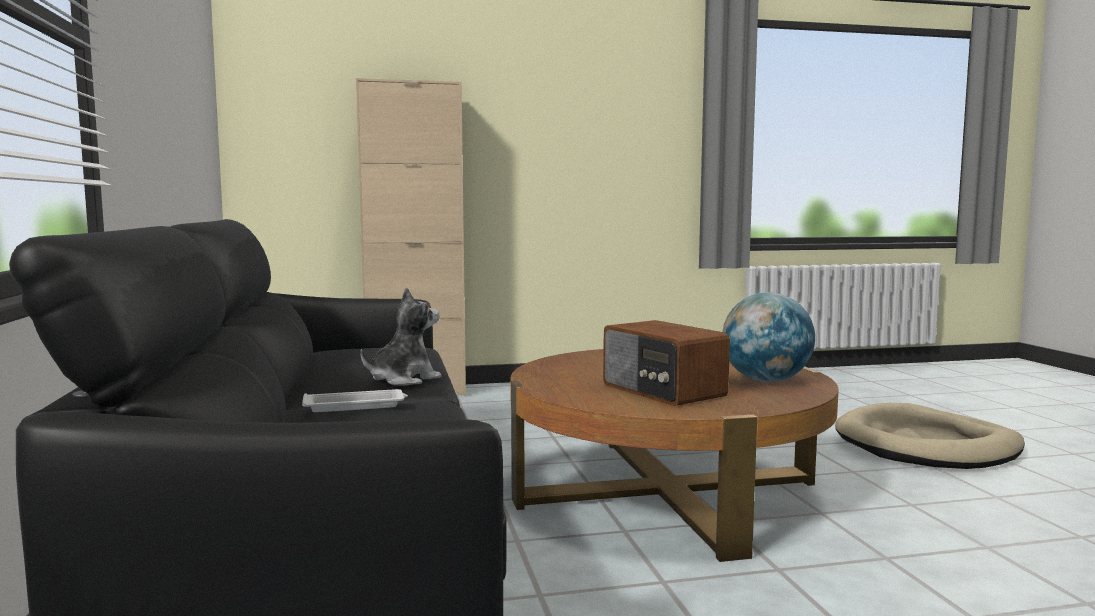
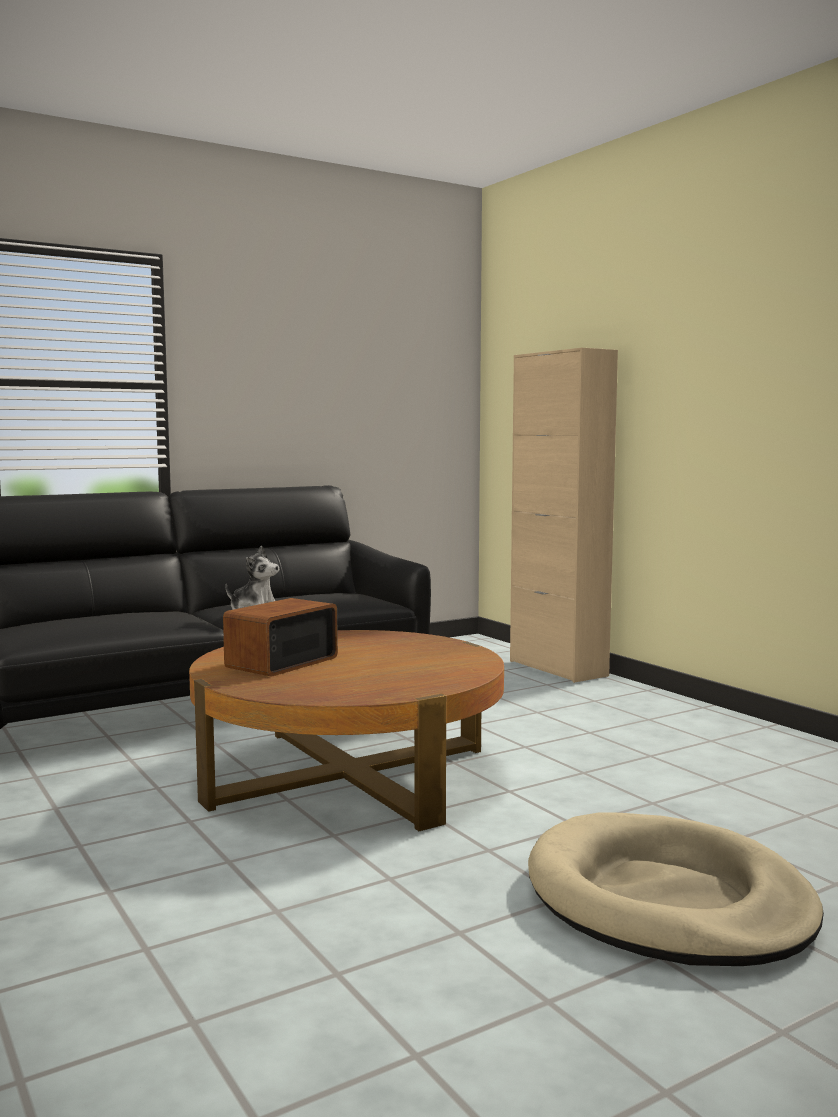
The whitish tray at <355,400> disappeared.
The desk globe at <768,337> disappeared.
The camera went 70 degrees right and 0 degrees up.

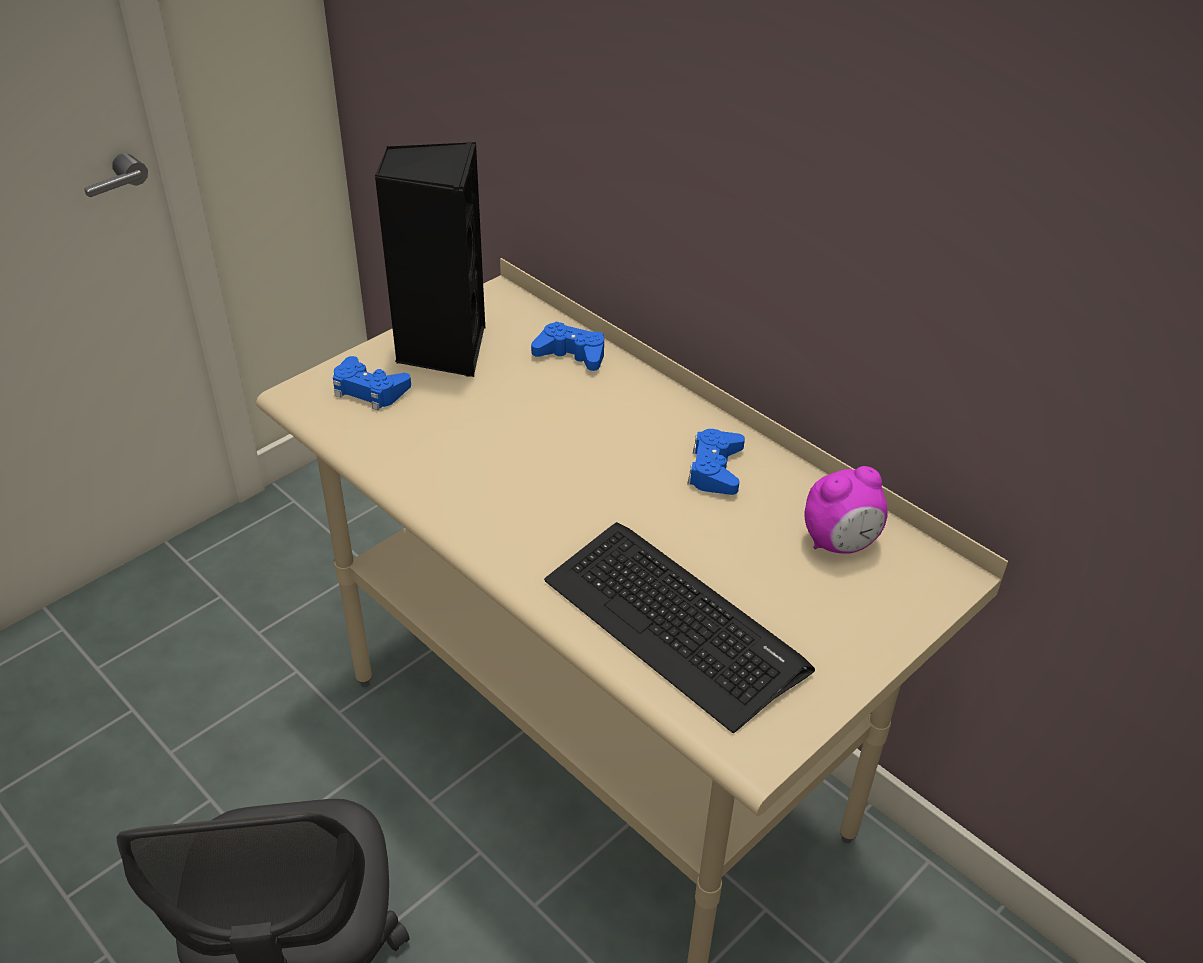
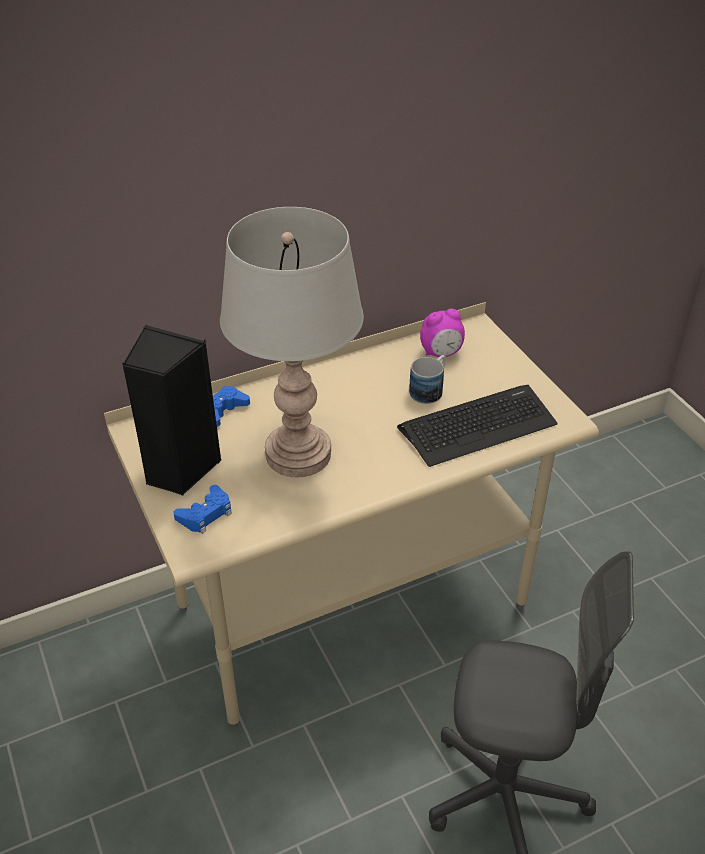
The blue-coloured game controller at <716,462> disappeared.
The table clock at <846,510> turned 75 degrees clockwise.
The greyish tabletop lamp at <292,342> appeared.
The mug at <427,379> appeared.
The camera went 70 degrees left and 0 degrees up.

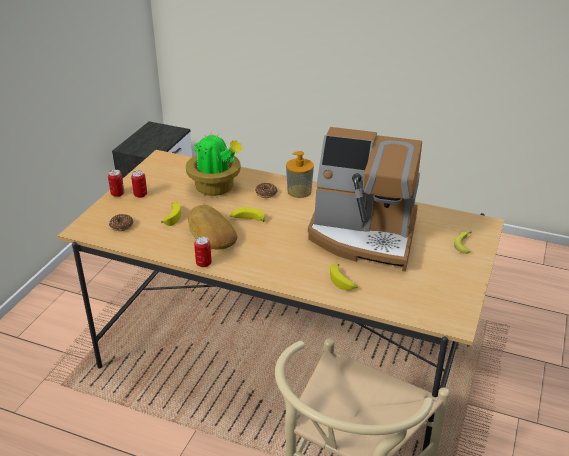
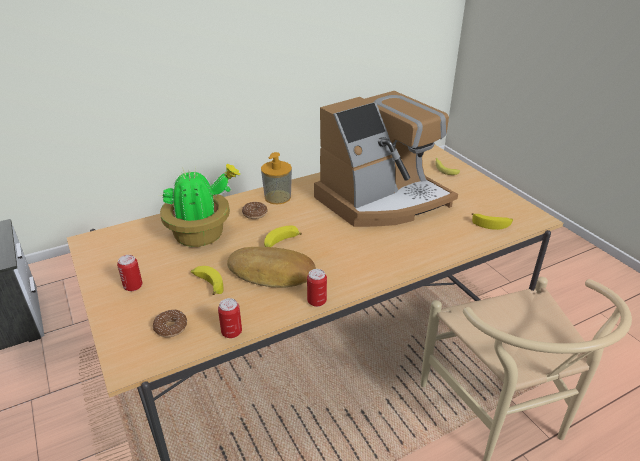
The can moved from <116,183> to <230,318>.
The banana moved from <343,277> to <492,221>.
The camera went 50 degrees left and 0 degrees up.

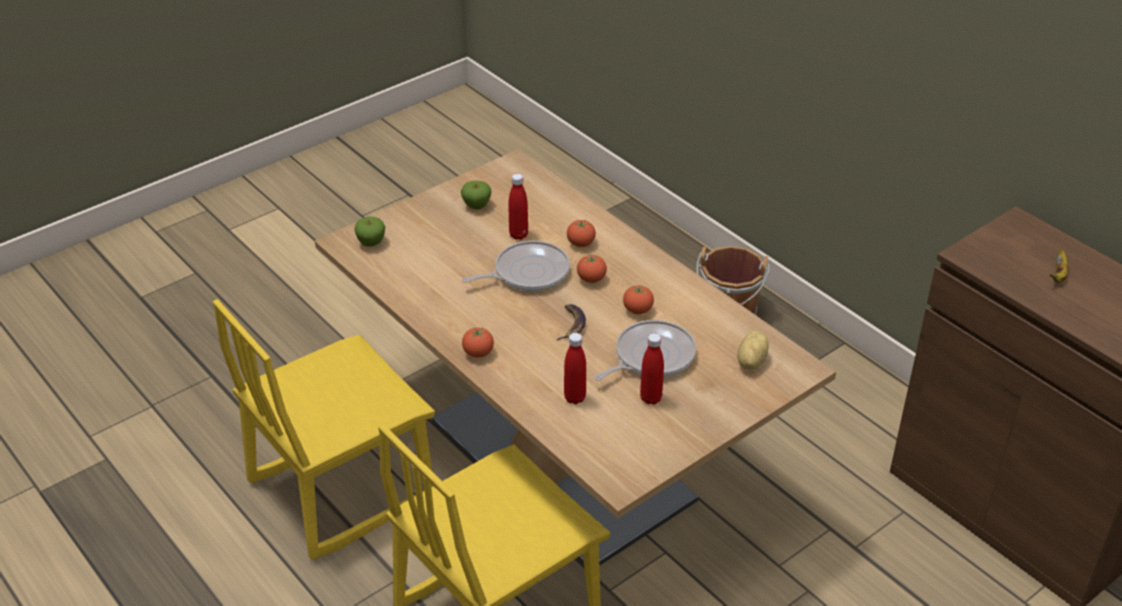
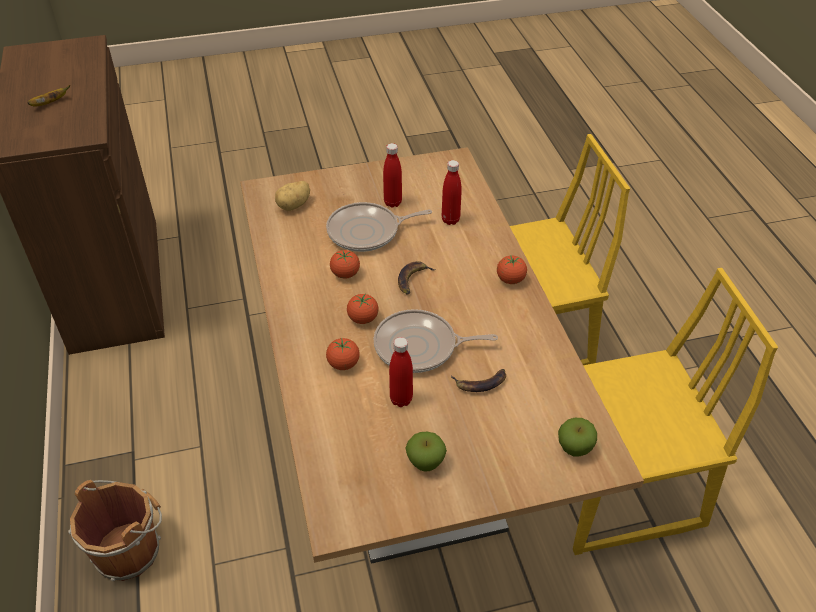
The banana at <478,380> appeared.
The camera went 155 degrees left and 5 degrees up.

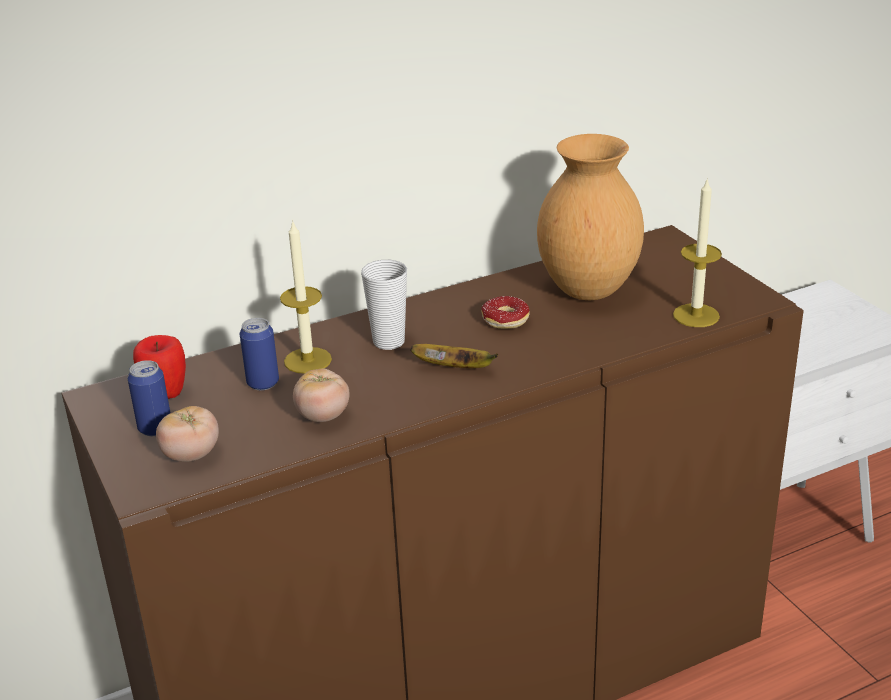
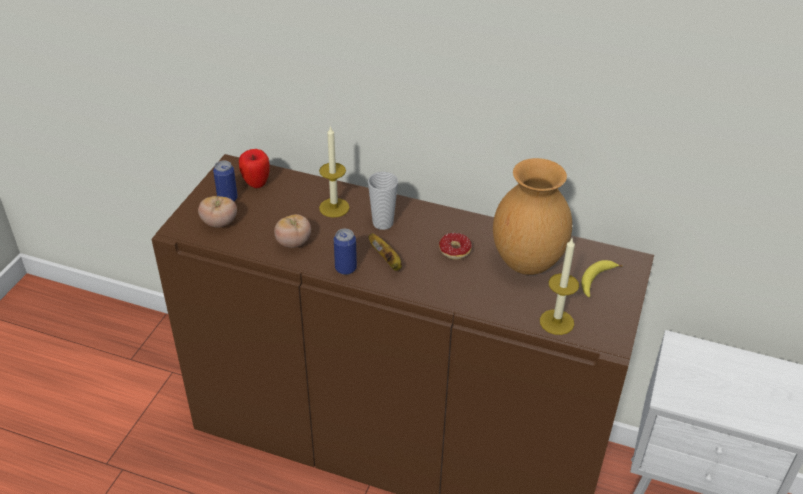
The can moved from <259,354> to <345,252>.
The banana at <601,278> appeared.
The camera went 45 degrees right and 10 degrees up.

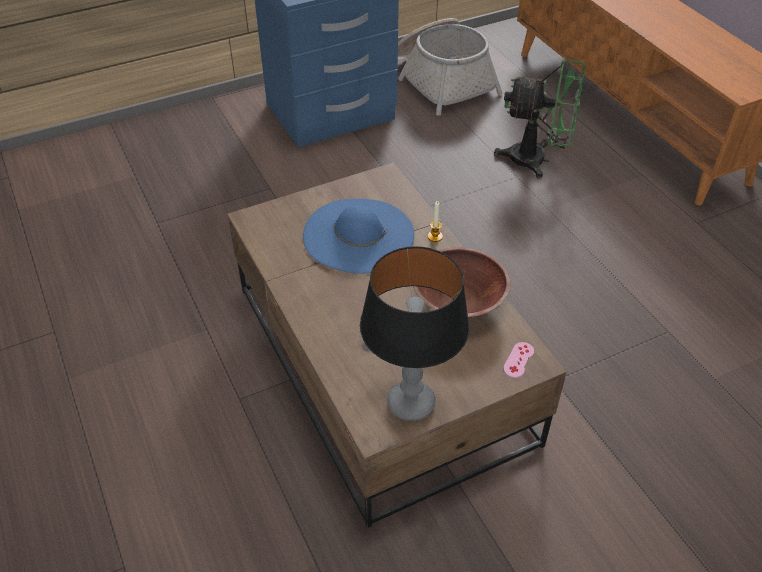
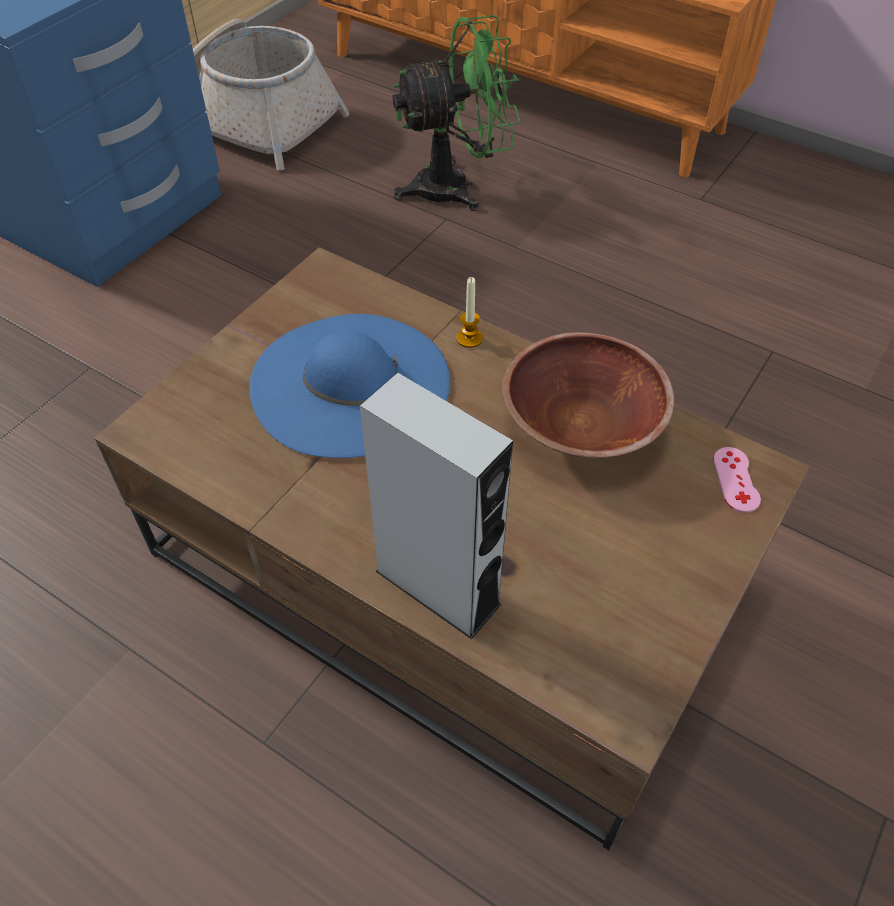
The tabletop lamp at <414,333> disappeared.
The greyish loudspeaker at <436,506> appeared.
The camera went 30 degrees left and 5 degrees up.

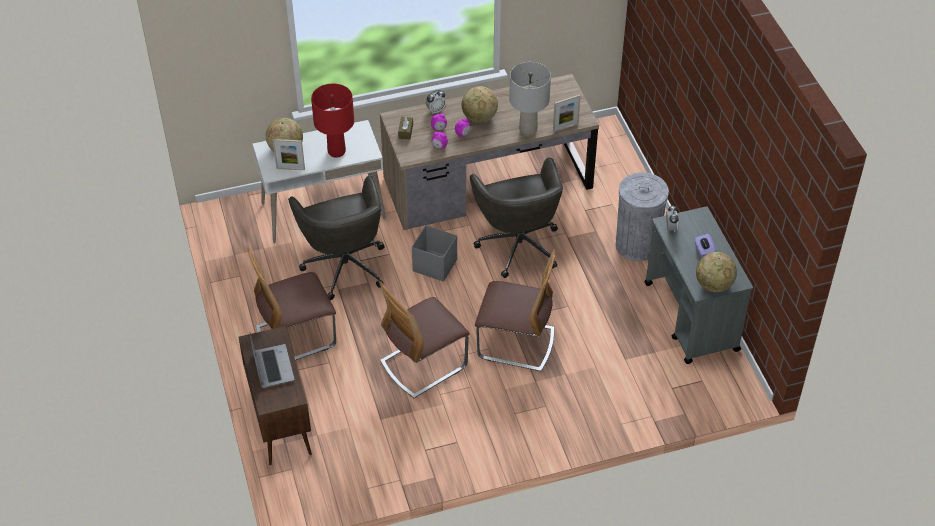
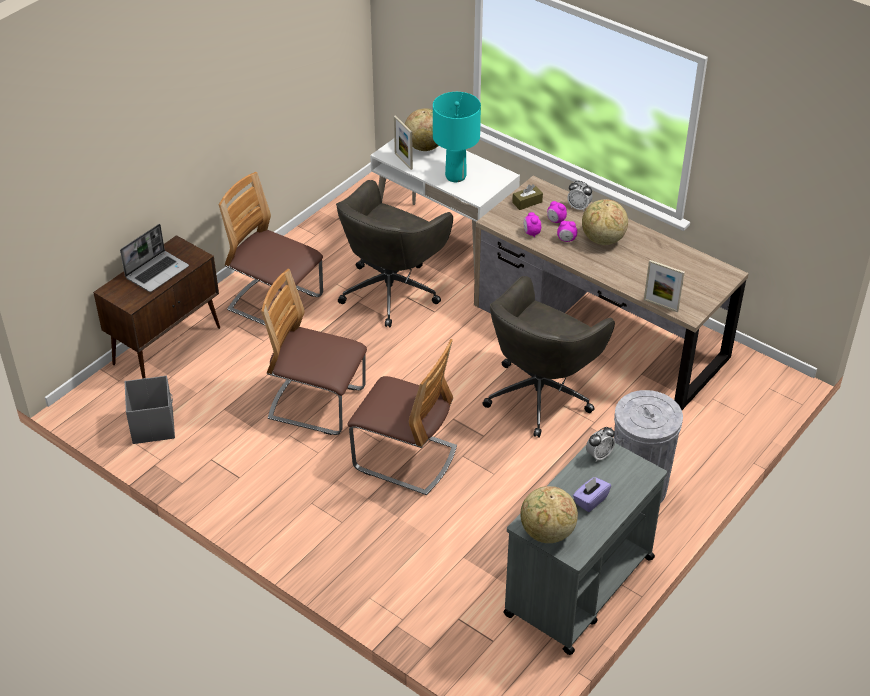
The red tabletop lamp at <332,121> became the blue-green tabletop lamp at <457,137>.
The greyish storage container moved from <434,253> to <150,410>.
The chair at <515,310> turned 45 degrees counterclockwise.
The greyish tabletop lamp at <530,99> disappeared.
The camera went 55 degrees right and 5 degrees down.

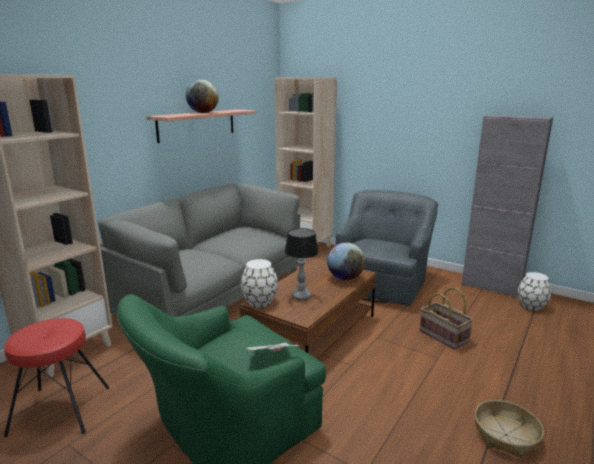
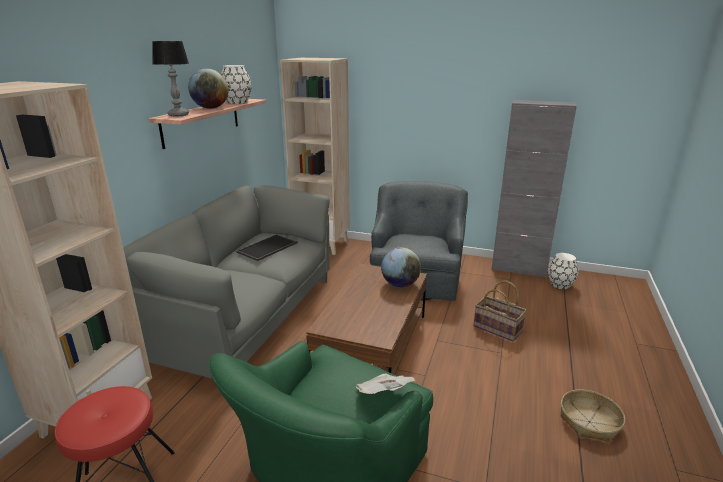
The whitish vase moved from <259,283> to <236,84>.
The tabletop lamp moved from <302,264> to <170,78>.
The tray at <267,247> appeared.
The camera went 15 degrees left and 5 degrees up.

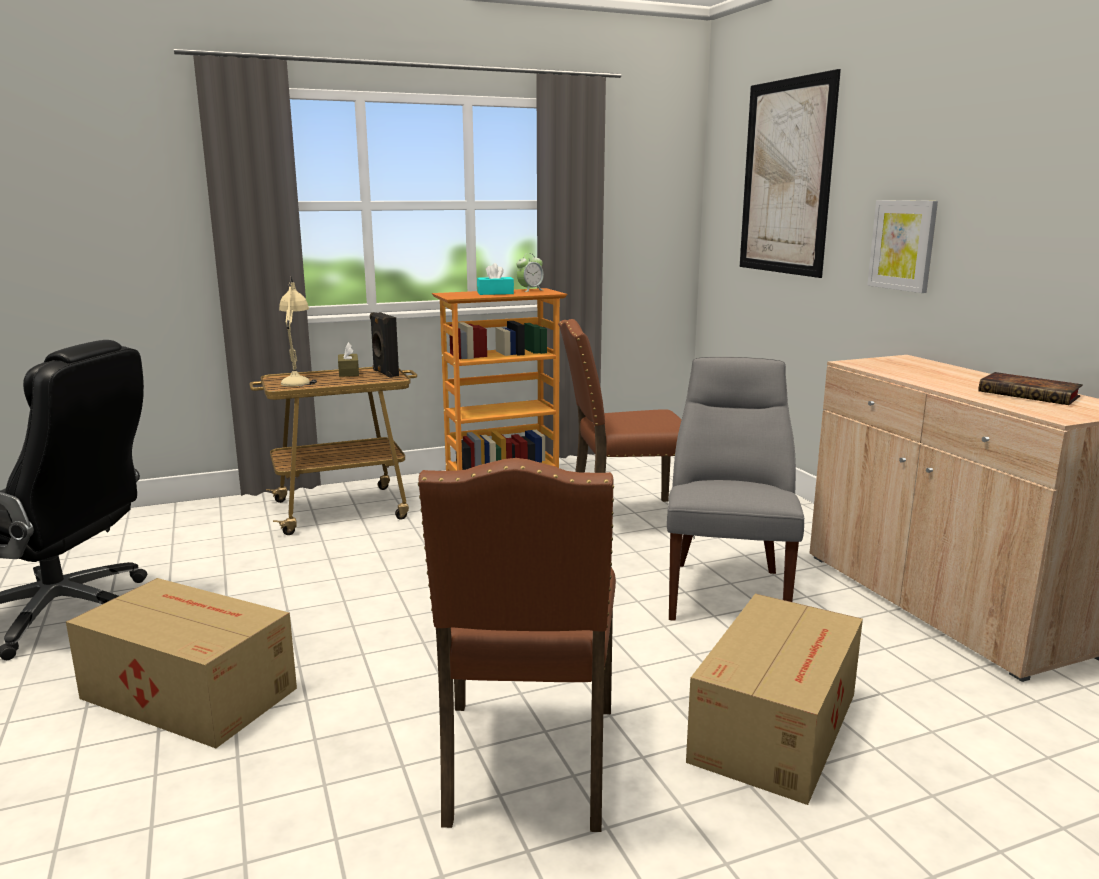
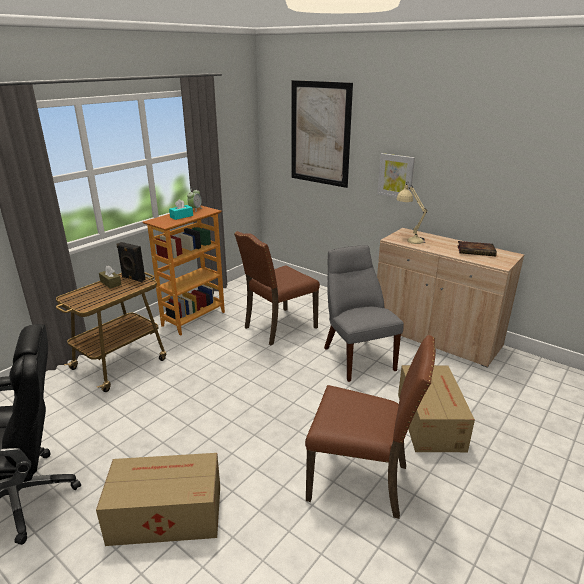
The beige tabletop lamp moved from <298,331> to <412,212>.
The brown chair at <517,645> turned 45 degrees counterclockwise.
The camera went 30 degrees left and 10 degrees up.

